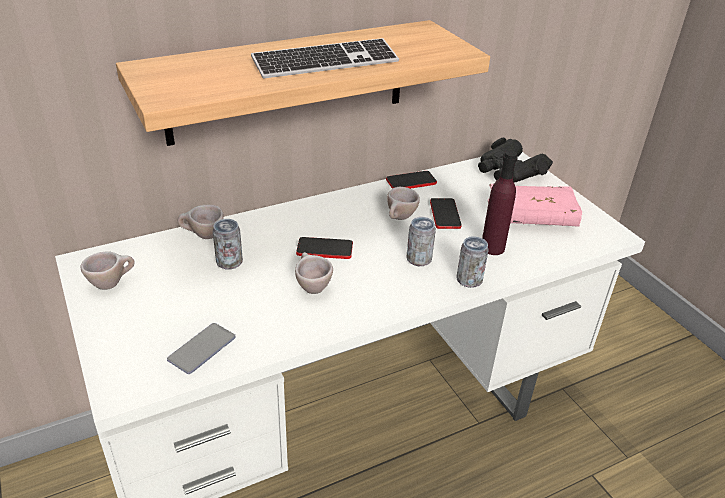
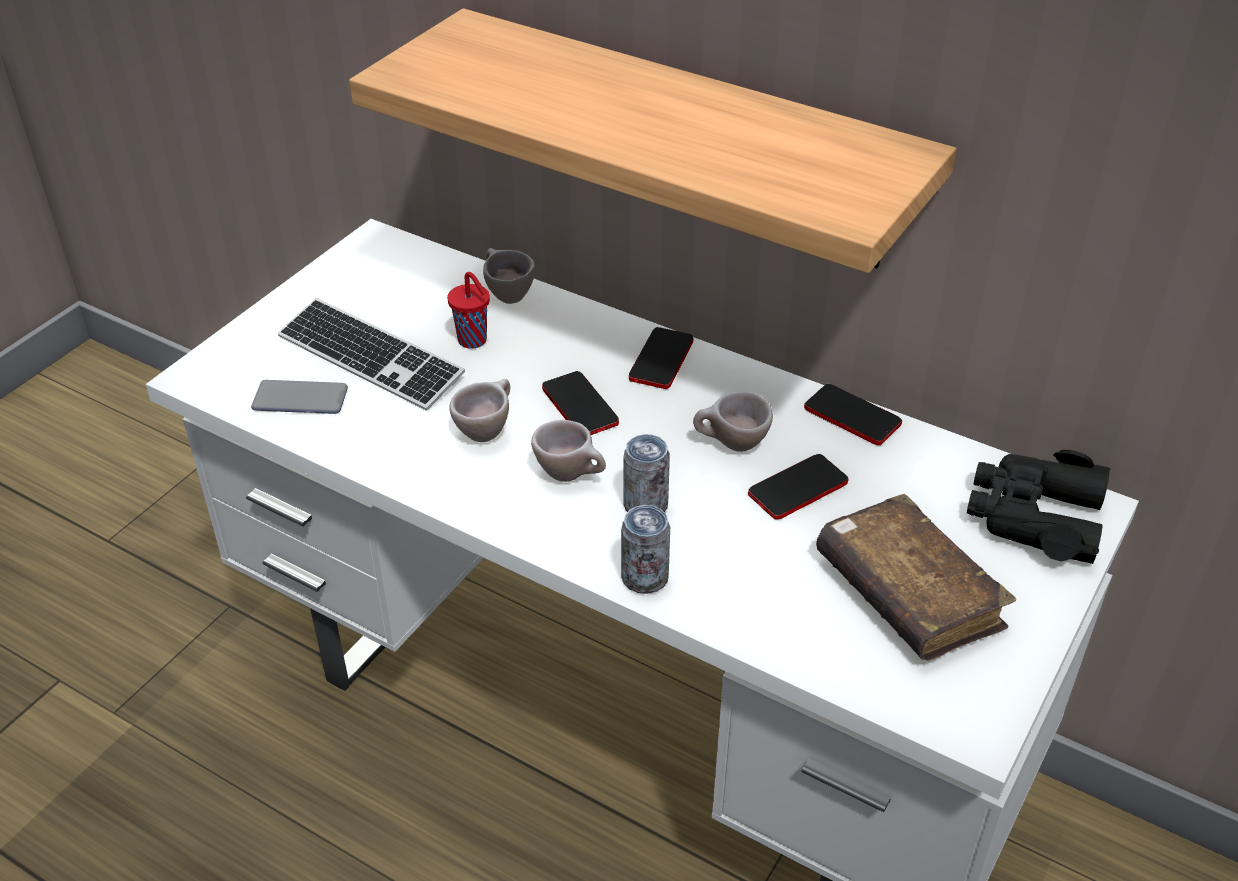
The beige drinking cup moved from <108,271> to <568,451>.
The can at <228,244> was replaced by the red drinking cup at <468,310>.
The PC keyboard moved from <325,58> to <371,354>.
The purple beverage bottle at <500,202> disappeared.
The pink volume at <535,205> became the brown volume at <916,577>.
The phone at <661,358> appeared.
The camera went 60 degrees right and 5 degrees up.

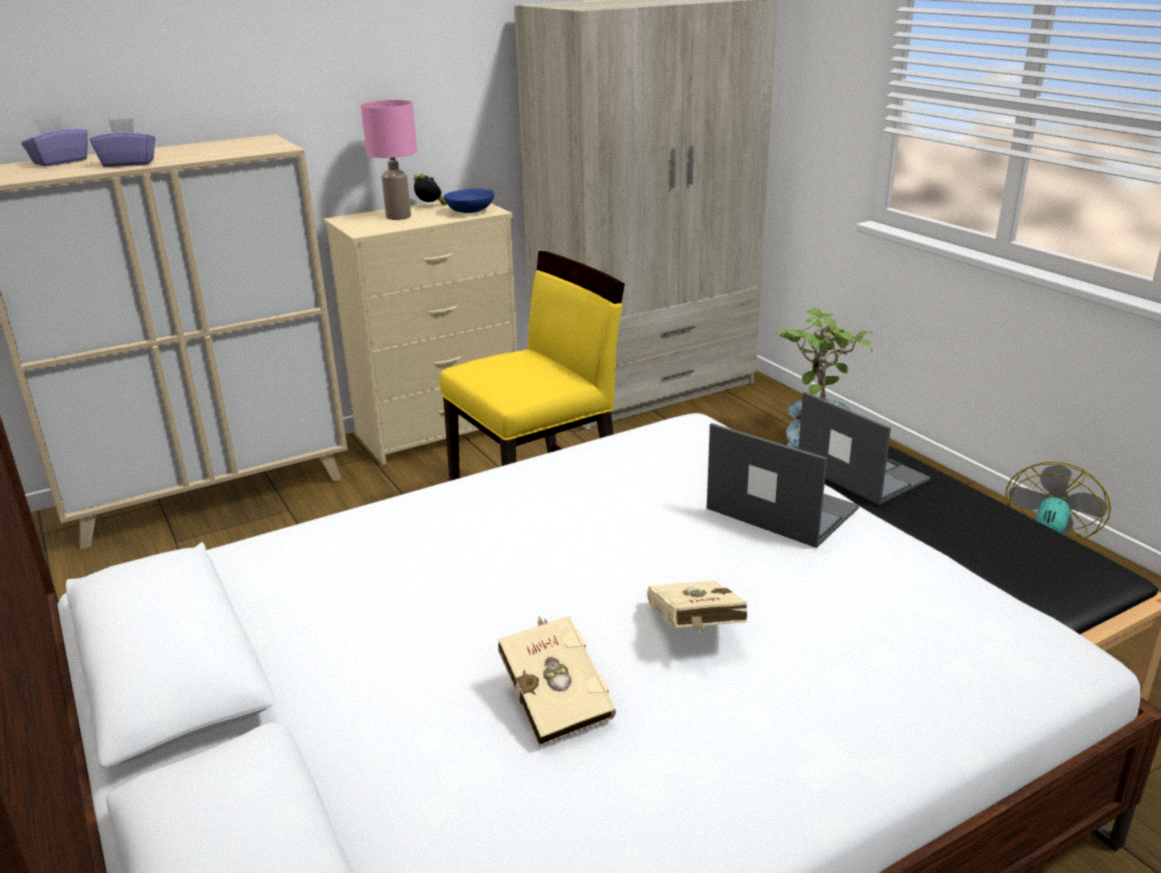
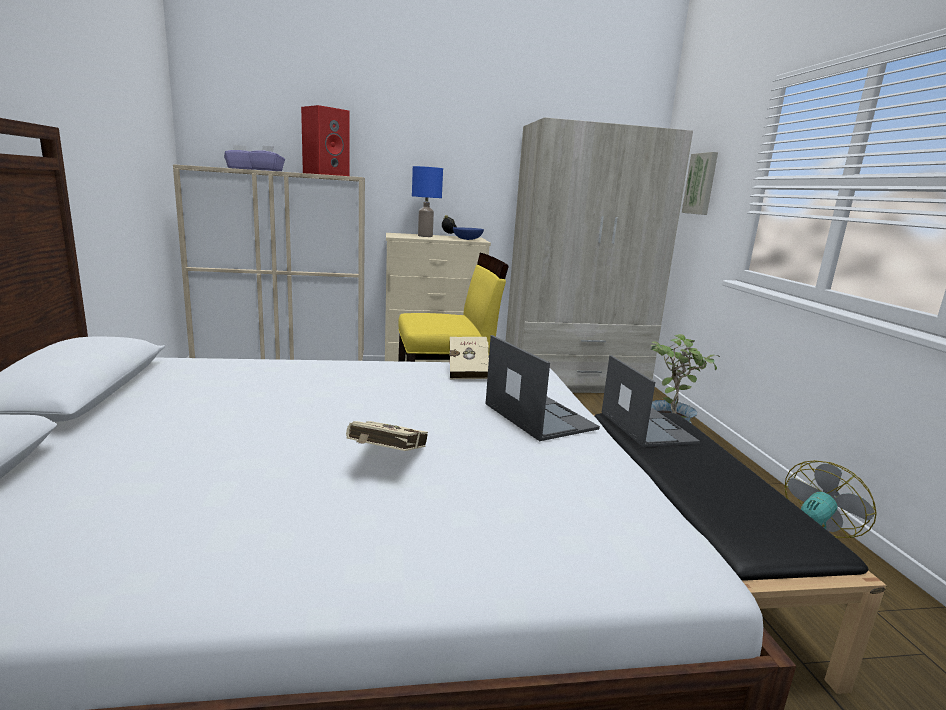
The pink tabletop lamp at <389,160> became the blue-coloured tabletop lamp at <427,201>.
The beige volume moved from <557,681> to <469,358>.
The red loudspeaker at <325,140> appeared.
The picture at <700,183> appeared.
The camera went 20 degrees right and 10 degrees down.

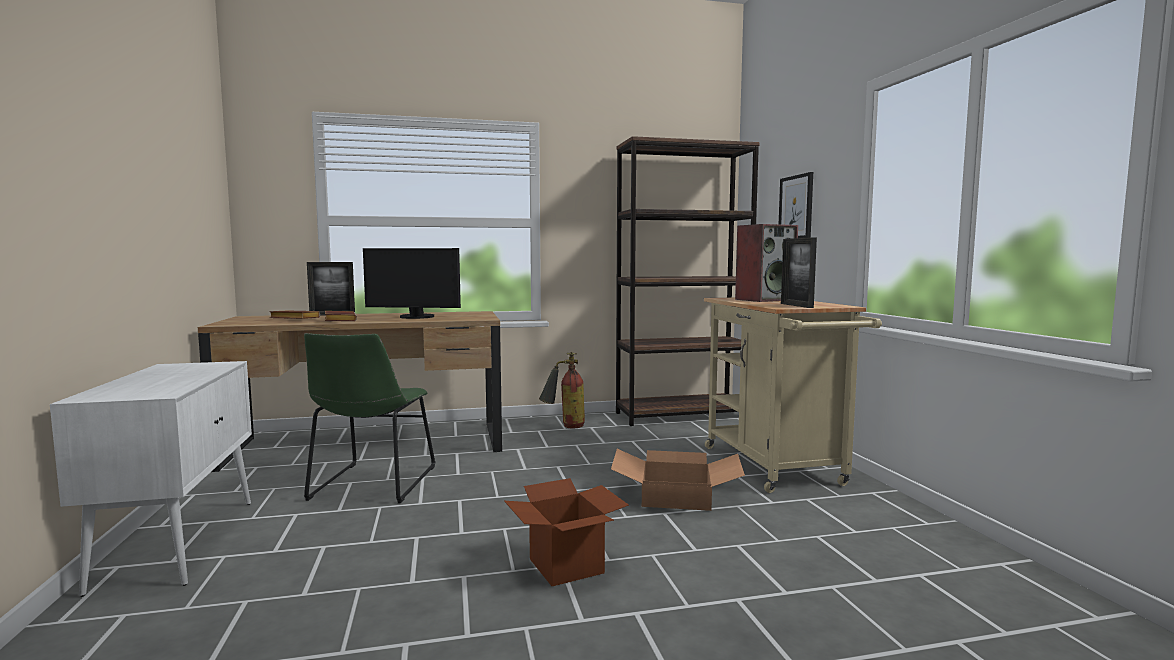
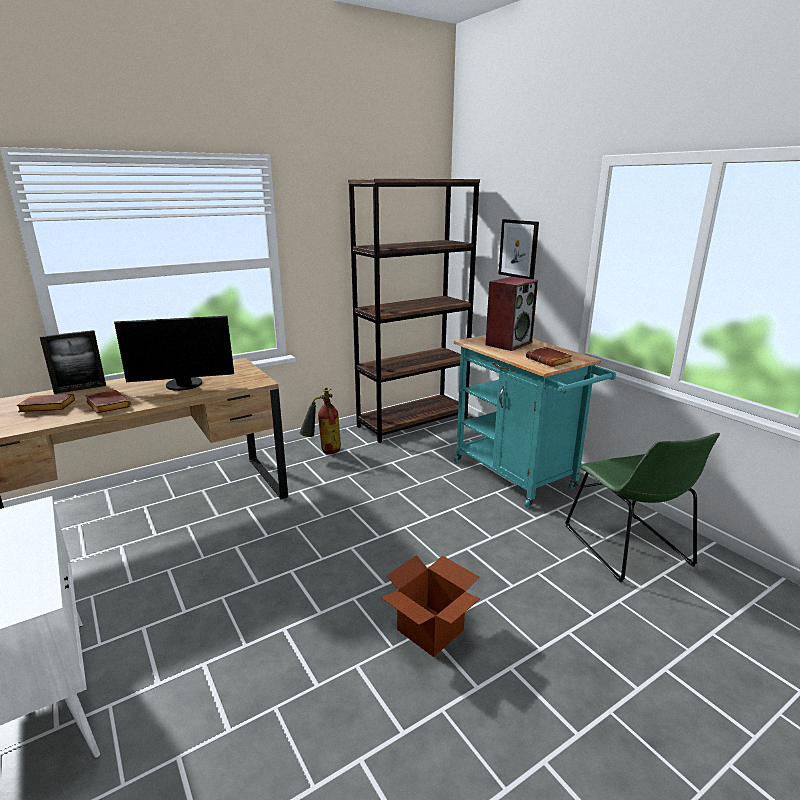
The green chair moved from <369,418> to <642,507>.
The carton at <678,480> disappeared.
The beige cart at <793,395> became the blue-green cart at <535,421>.
The standing frame at <799,272> was replaced by the brown volume at <549,357>.
The camera went 20 degrees left and 15 degrees up.

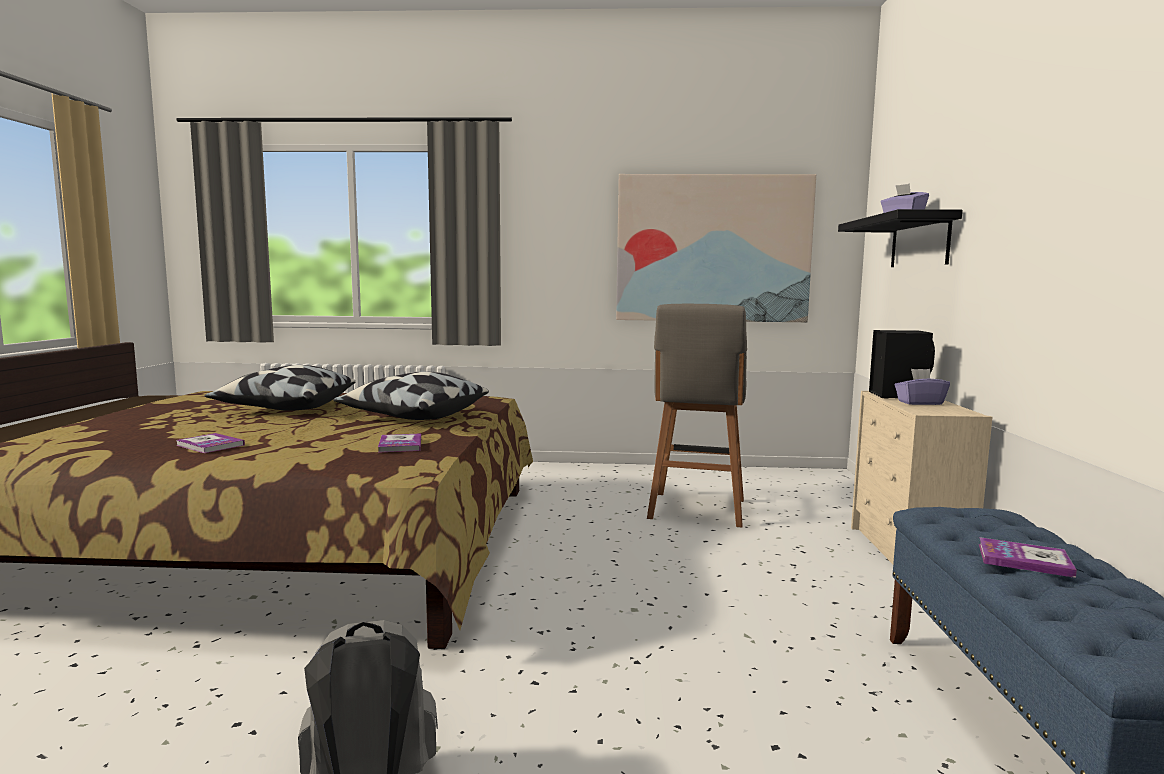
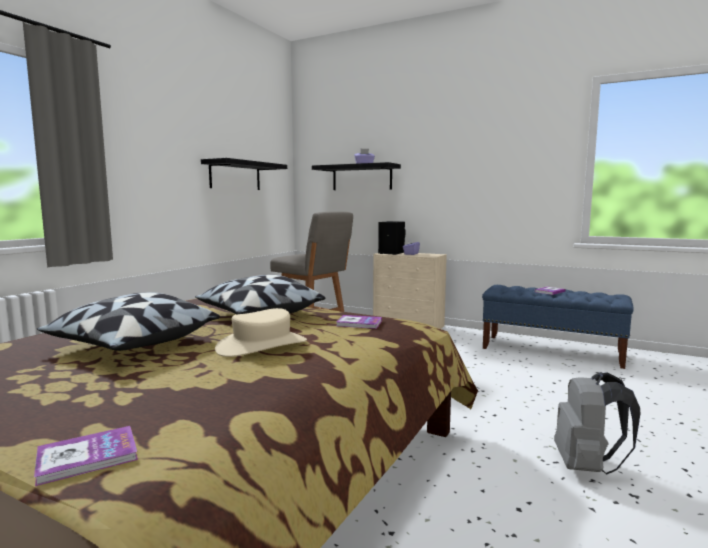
The volume moved from <210,443> to <86,456>.
The picture at <716,248> was replaced by the blackish bracket shelf at <244,174>.
The beige clothing hat at <261,332> appeared.
The camera went 65 degrees left and 0 degrees up.

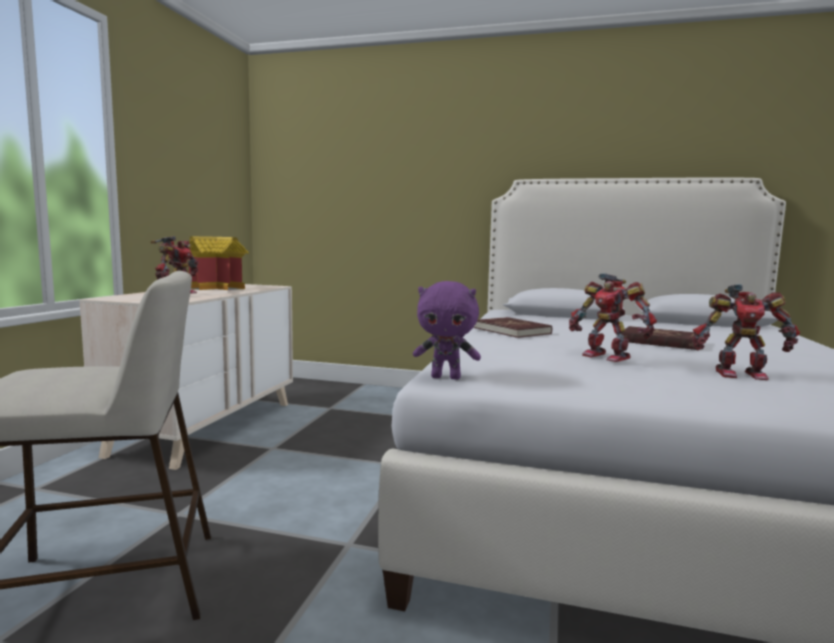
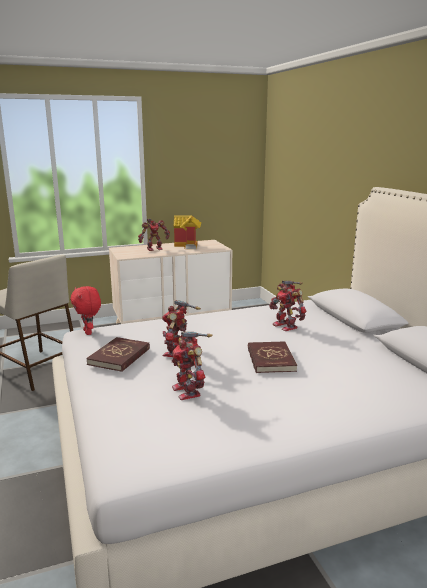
The purple soft toy at <447,330> became the red soft toy at <85,310>.
The red volume moved from <513,327> to <118,354>.
The model robot at <288,306> appeared.
The camera went 55 degrees right and 10 degrees up.

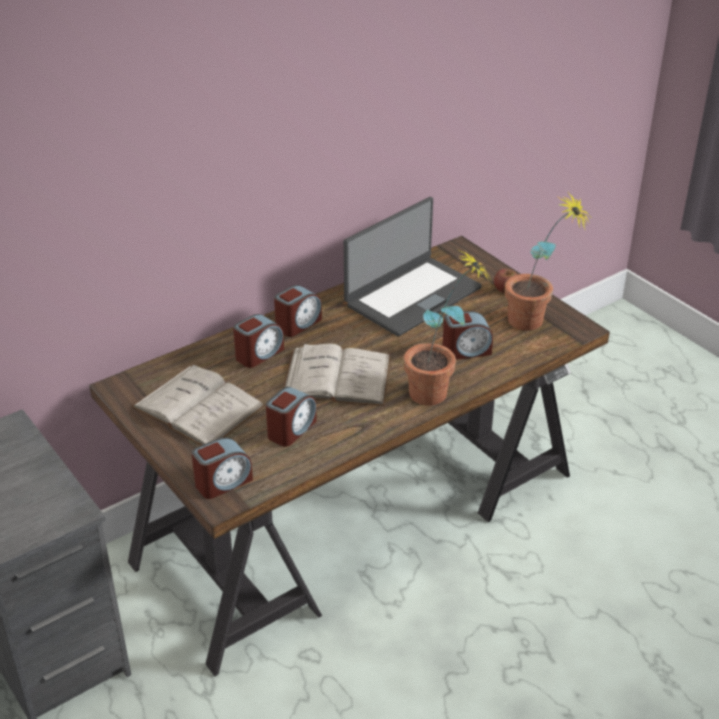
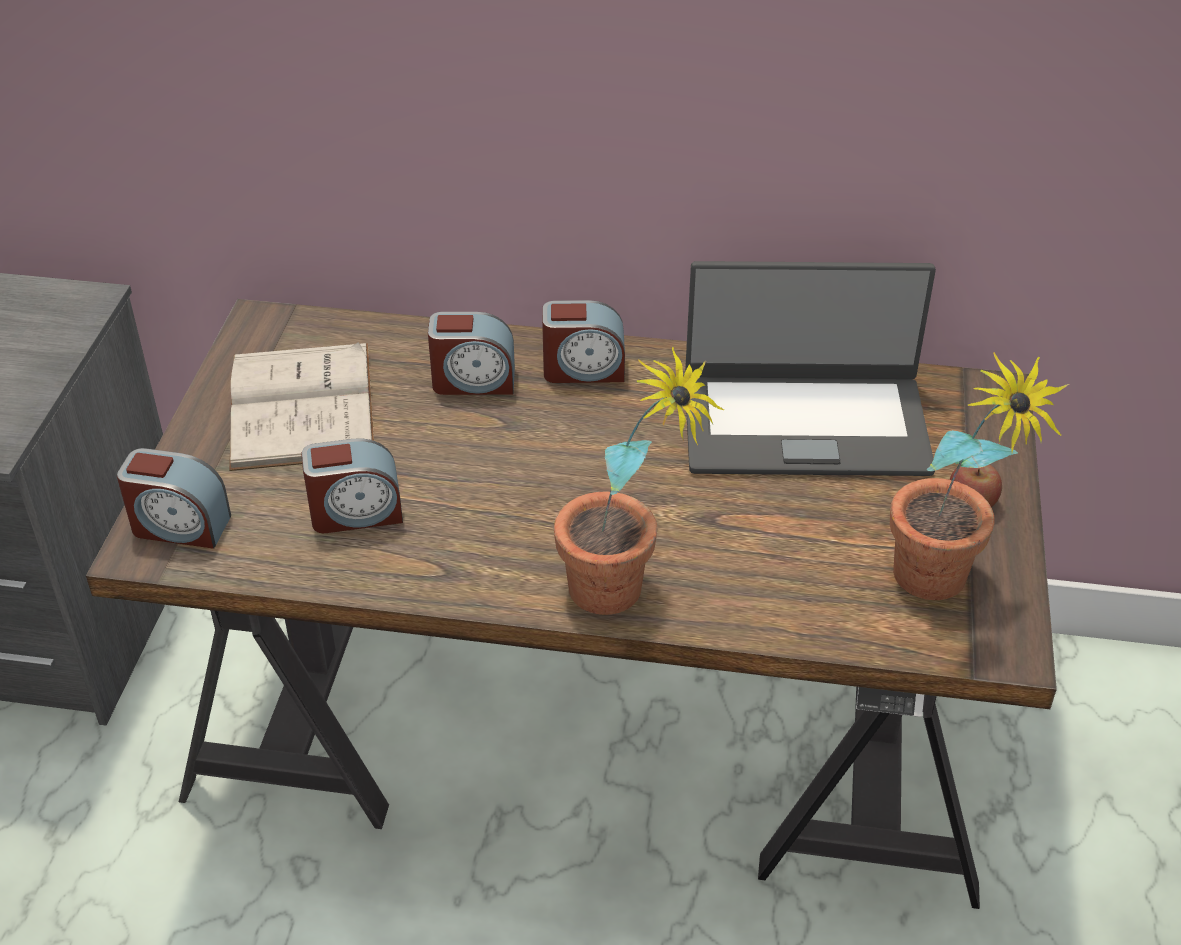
The whitish volume at <337,374> disappeared.
The table clock at <467,335> disappeared.
The camera went 45 degrees right and 5 degrees up.

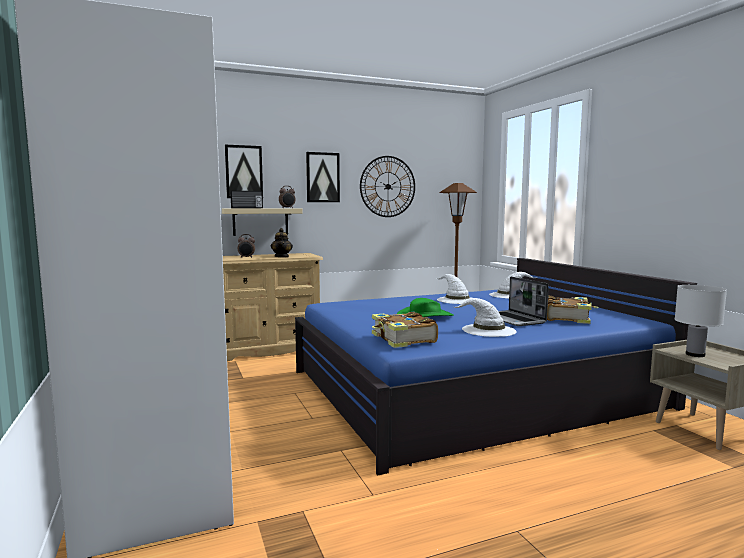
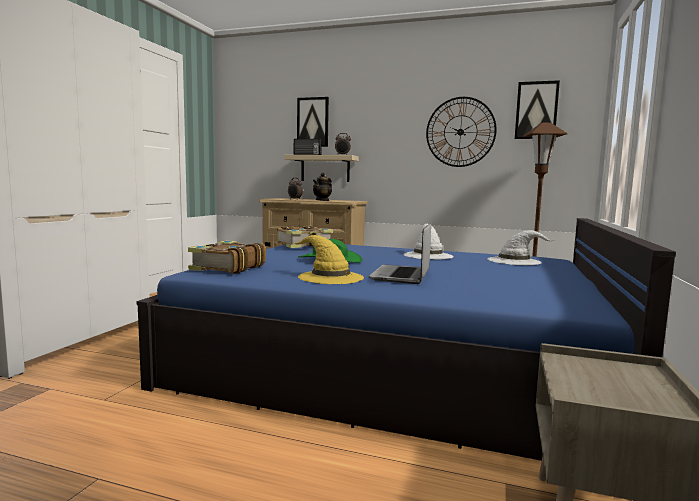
The picture moved from <323,177> to <537,109>.
The whitish clothing hat at <485,317> became the yellow-coloured clothing hat at <328,259>.
The volume moved from <573,310> to <305,237>.
The whitish tabletop lamp at <701,321> disappeared.
The camera went 40 degrees right and 0 degrees up.

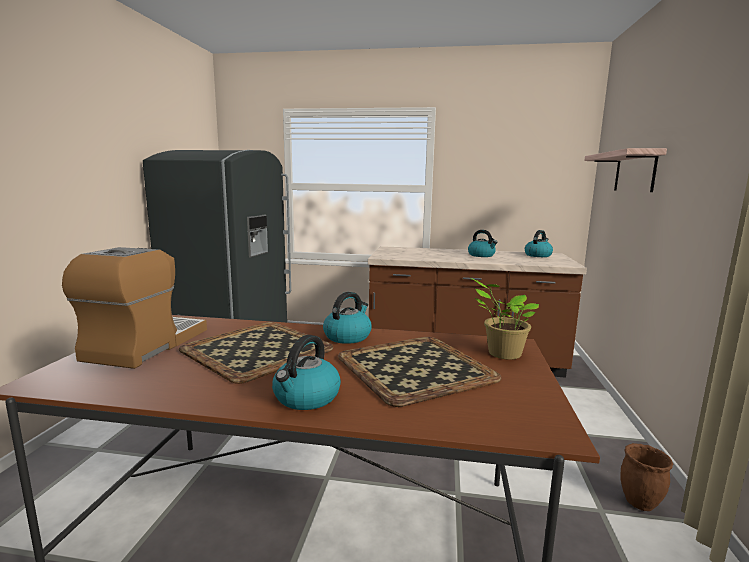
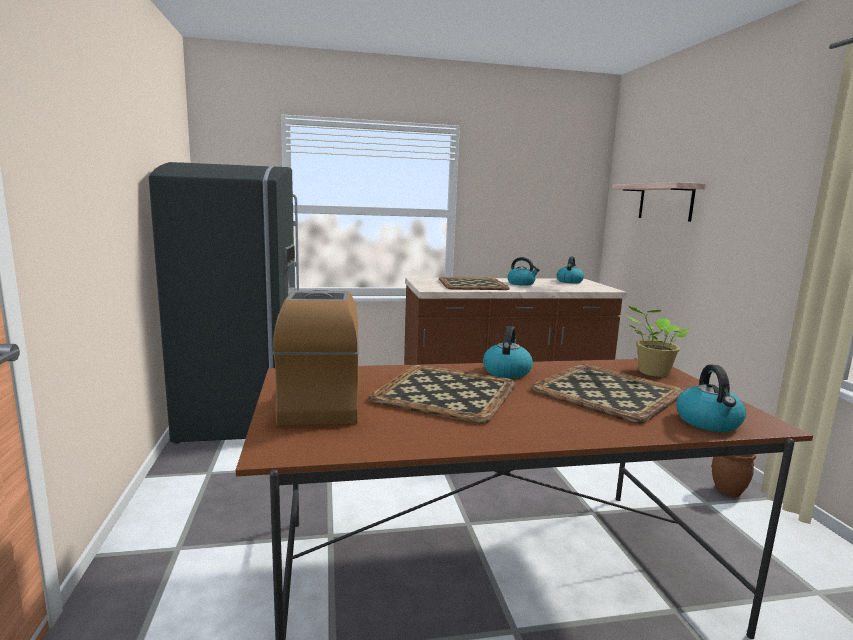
The kettle moved from <306,372> to <711,398>.
The tray at <474,283> appeared.
The camera went 20 degrees left and 0 degrees up.

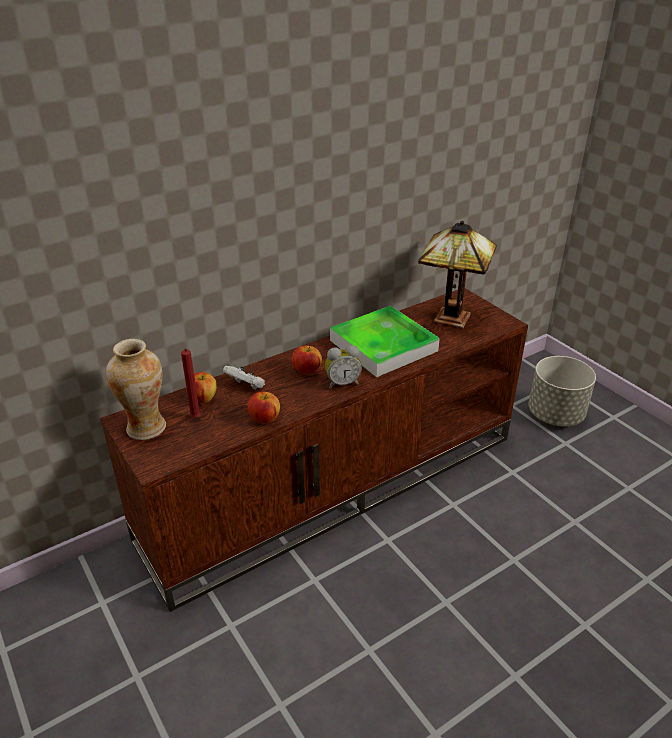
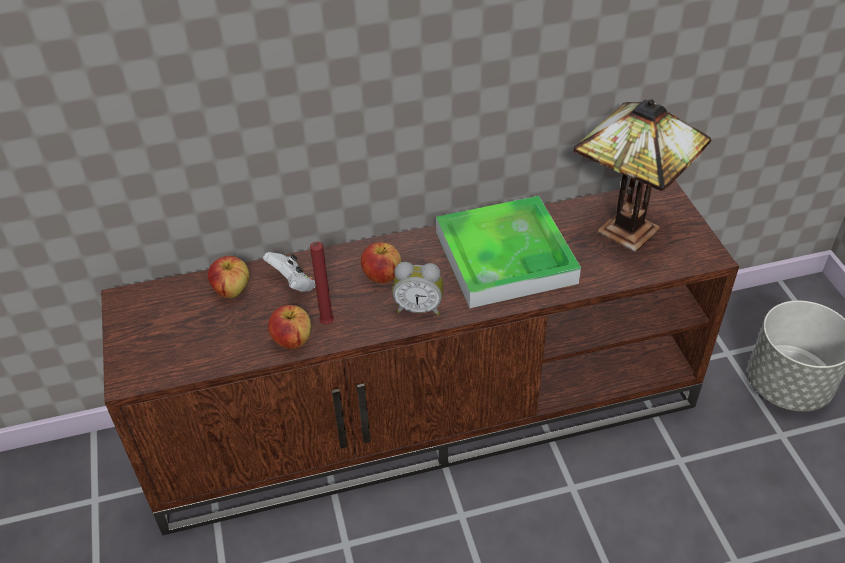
The vase at <136,389> disappeared.
The red wax light moved from <191,383> to <322,283>.
The camera went 20 degrees right and 10 degrees up.

